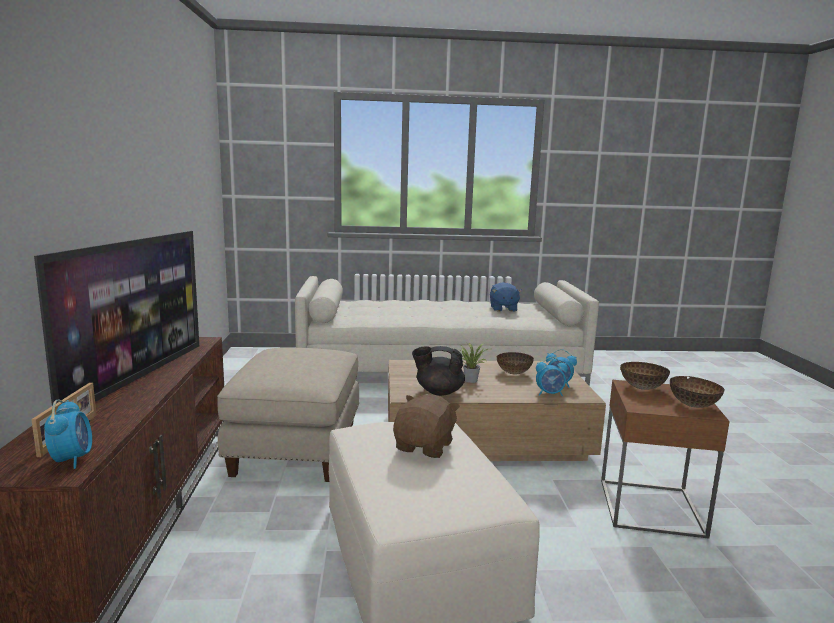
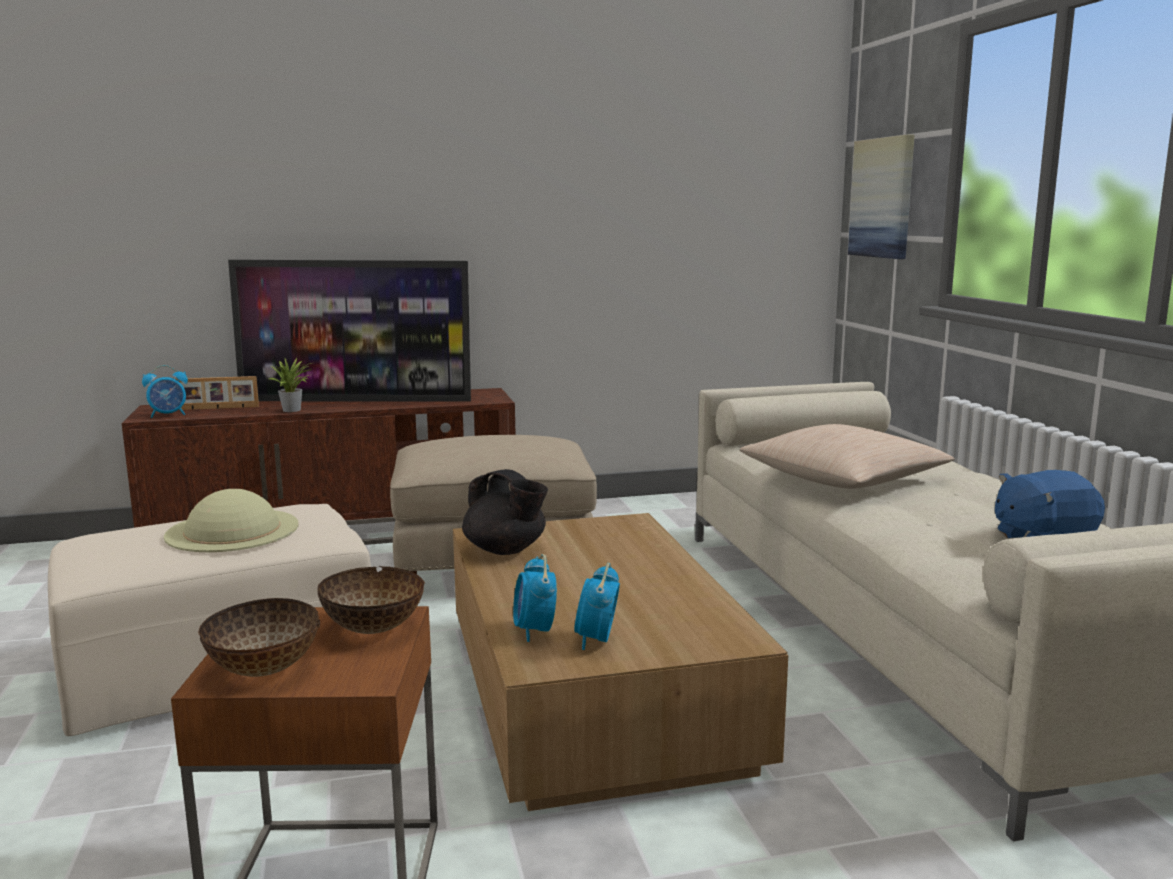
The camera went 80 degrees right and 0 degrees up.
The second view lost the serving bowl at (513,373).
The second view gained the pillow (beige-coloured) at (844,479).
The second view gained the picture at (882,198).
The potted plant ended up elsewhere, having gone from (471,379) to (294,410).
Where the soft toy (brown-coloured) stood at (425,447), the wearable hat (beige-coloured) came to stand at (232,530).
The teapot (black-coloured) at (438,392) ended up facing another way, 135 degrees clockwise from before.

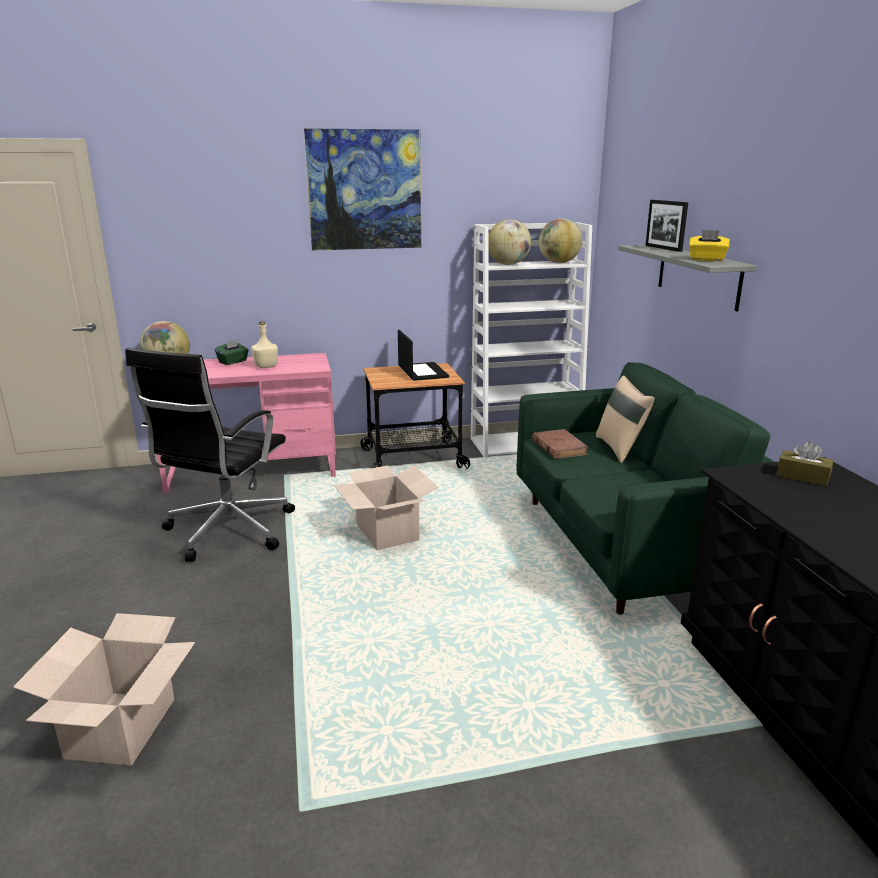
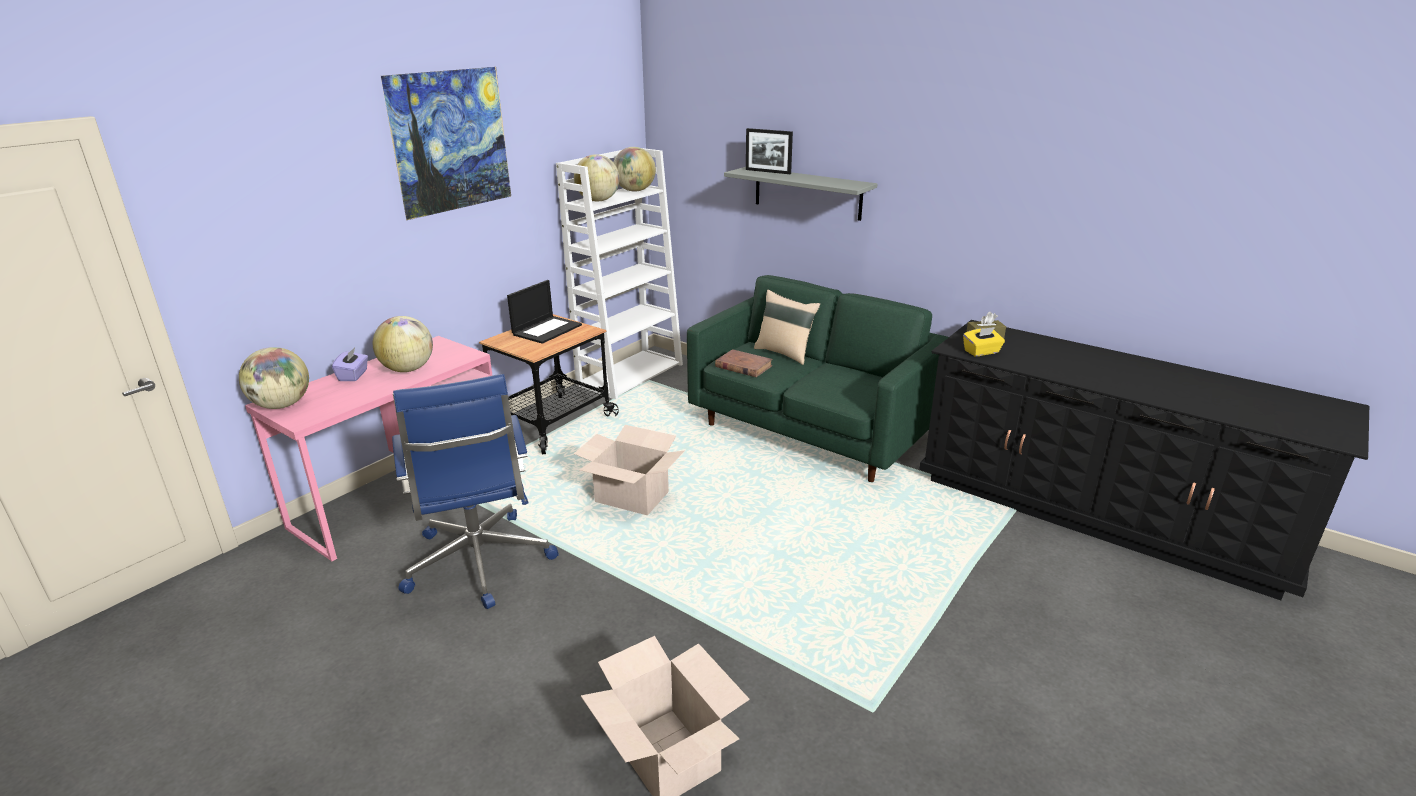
The camera went 40 degrees left and 5 degrees up.
The tissue box (yellow) ended up elsewhere, having gone from (706,259) to (981,352).
Where the drink bottle (beige-coloured) stood at (266,366), the globe came to stand at (408,369).
What was the desk chair (black-coloured) at (227,532) turned into the desk chair (blue) at (479,564).
What was the tissue box (green) at (233,362) turned into the tissue box (purplish) at (353,375).
The portable computer at (422,371) ended up facing another way, 90 degrees clockwise from before.

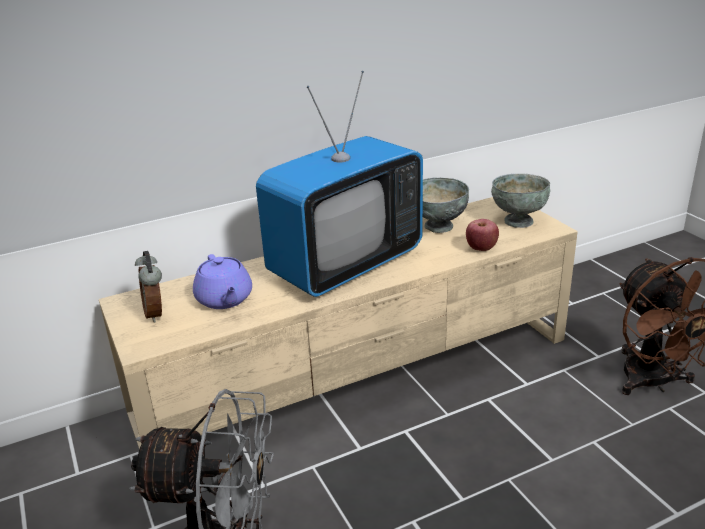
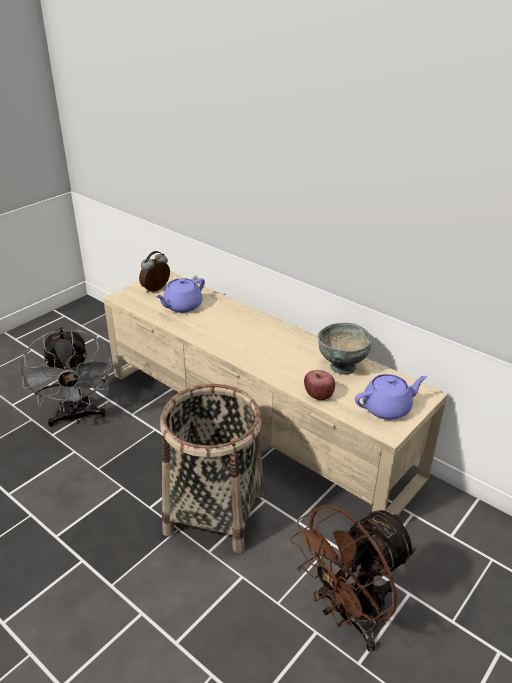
The camera went 65 degrees right and 5 degrees up.
The second view lost the TV set at (346,265).
The second view gained the basket at (215,512).
Where the serving bowl (grey) stood at (518,221), the teapot (purplish) came to stand at (387,408).

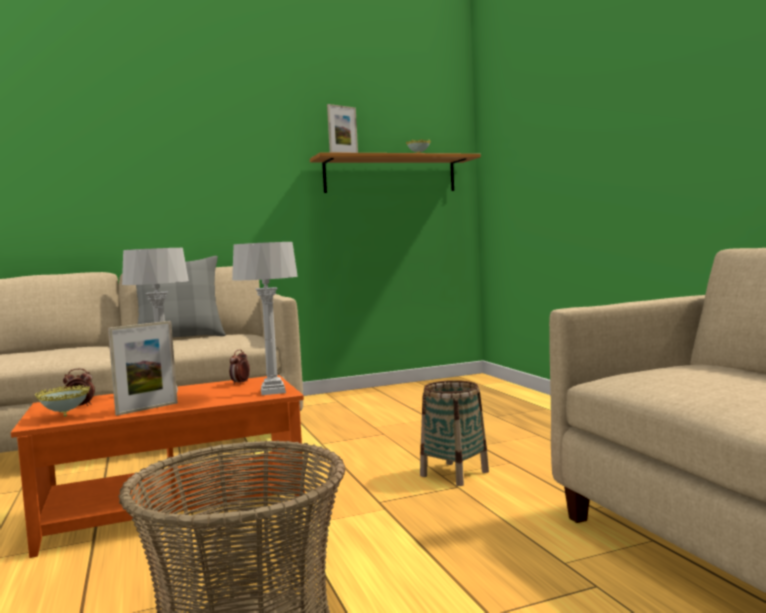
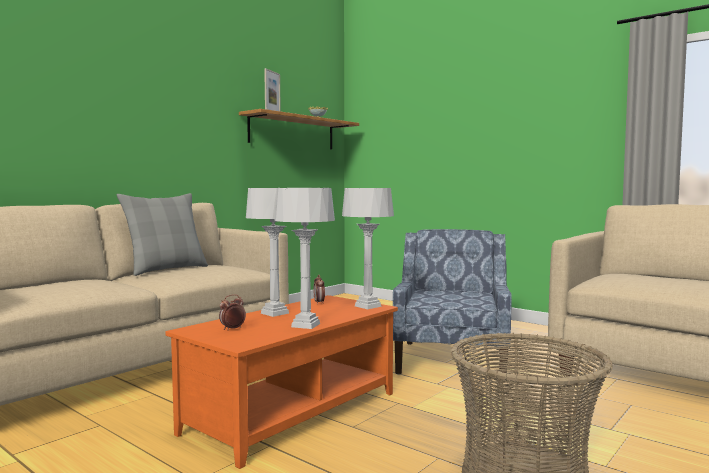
The camera went 30 degrees left and 0 degrees up.
The second view lost the serving bowl at (65,416).
Where the photo frame stood at (147,409), the tabletop lamp (grey) came to stand at (305,325).
Where the basket stood at (454,474), the armchair (blue) came to stand at (452,360).

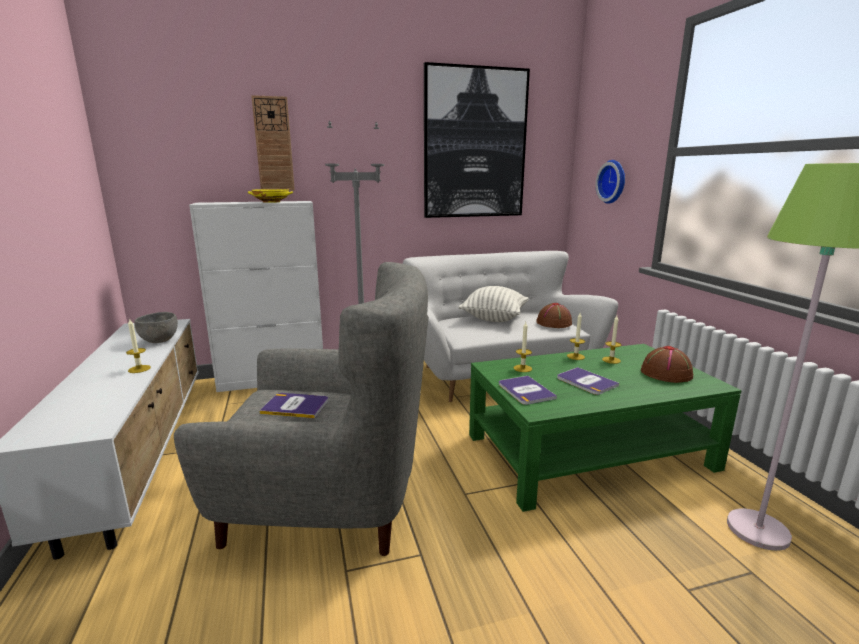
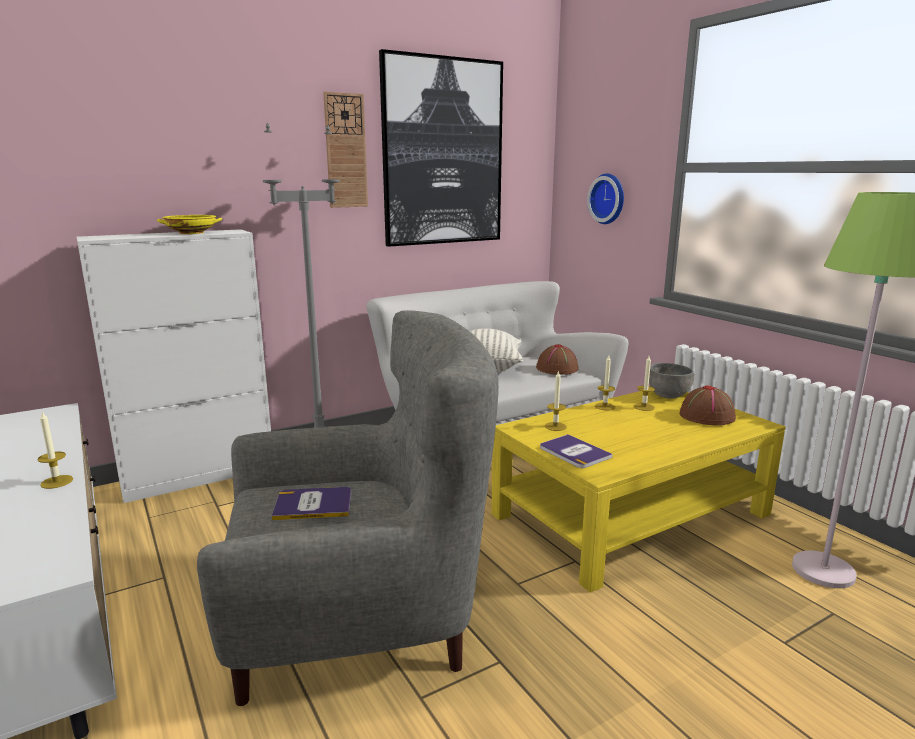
The camera went 15 degrees left and 0 degrees up.
The second view lost the bound book at (586,382).
The serving bowl (grey) ended up elsewhere, having gone from (159,341) to (667,396).
The wall clock ended up elsewhere, having gone from (273,144) to (346,151).
What was the lounge table (green) at (589,451) turned into the lounge table (yellow) at (631,514).

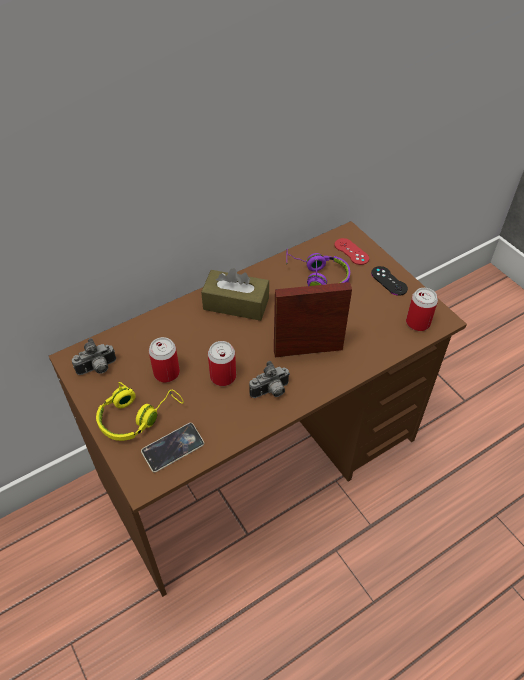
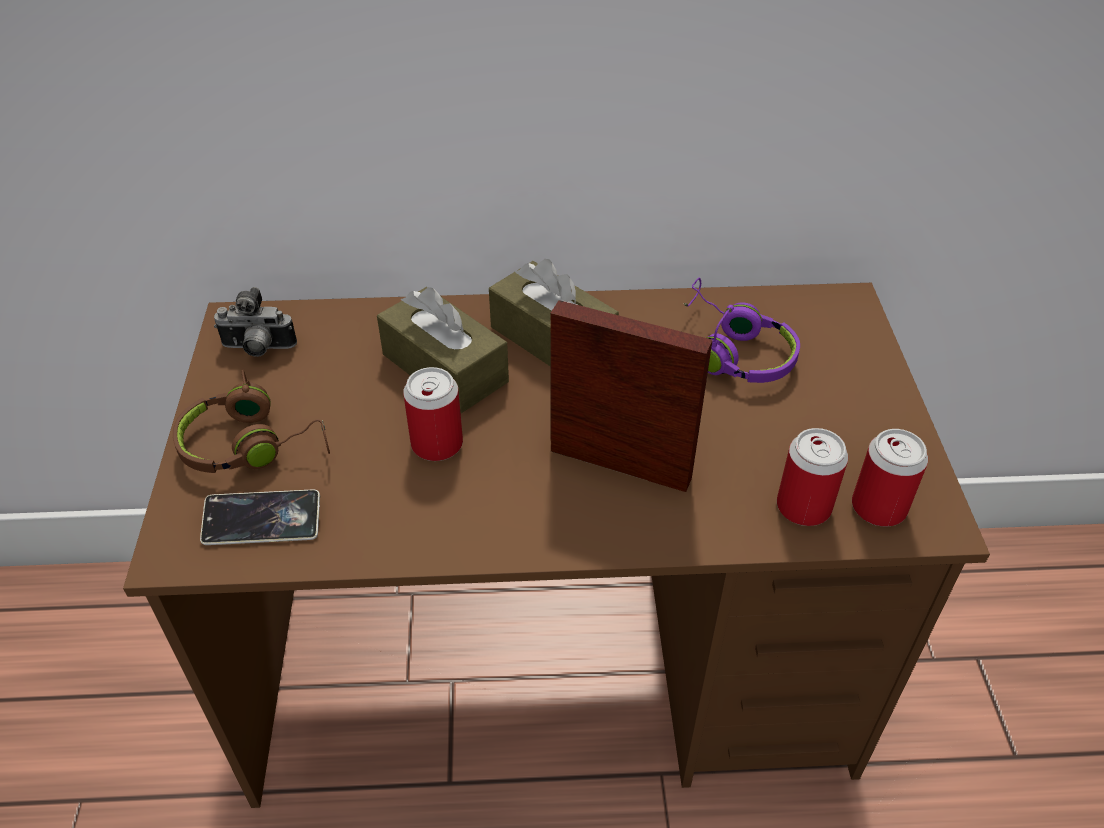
The camera went 30 degrees right and 5 degrees down.
The second view lost the photo camera at (271,392).
The second view lost the gamepad (red) at (351,252).
The second view lost the gamepad (black-coloured) at (389,281).
The second view gained the tissue box (brown-coloured) at (445,368).
The metal can ended up elsewhere, having gone from (166,373) to (803,507).
What was the headset (yellow) at (137,416) turned into the headset (brown-coloured) at (254,444).

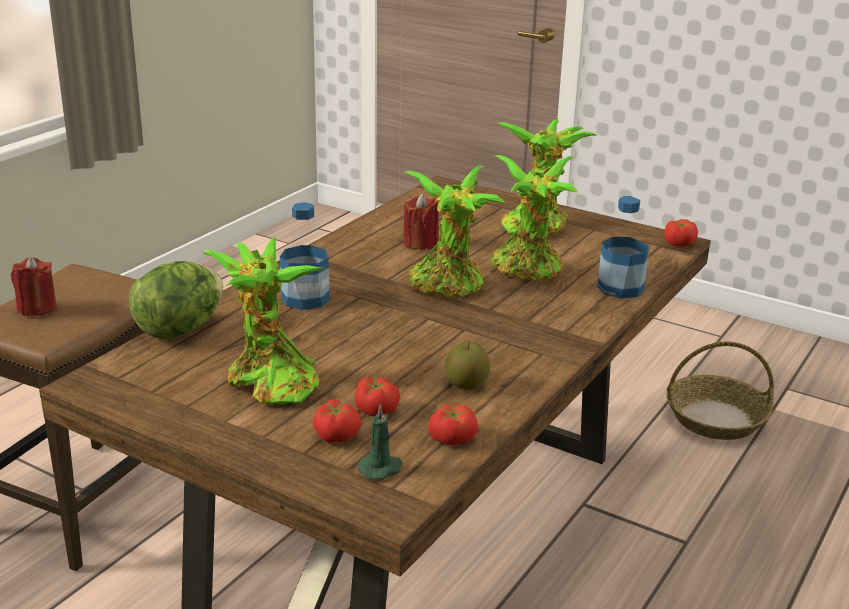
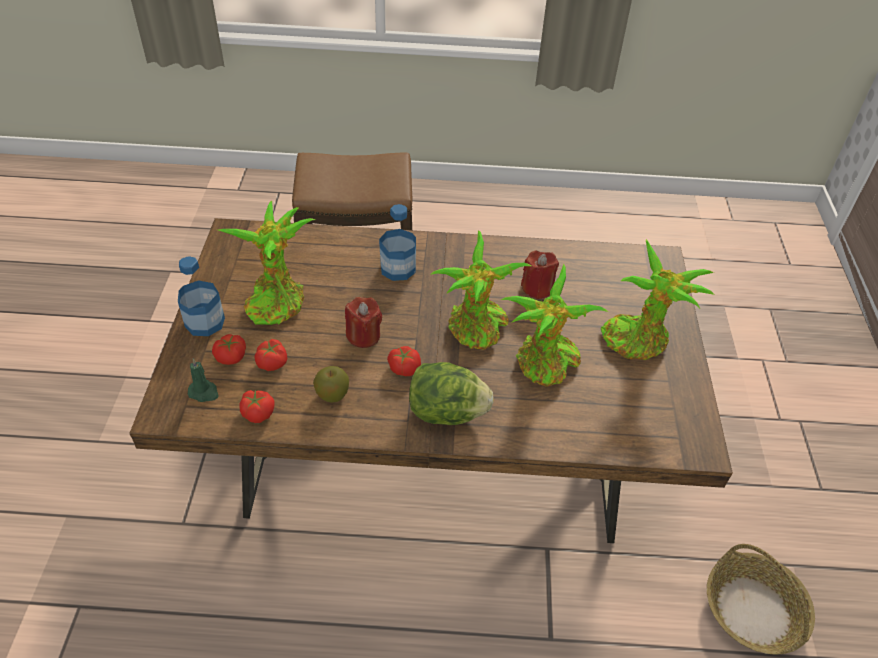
The camera went 60 degrees right and 20 degrees up.
The wax candle (red) ended up elsewhere, having gone from (37,308) to (363,336).
The lettuce ended up elsewhere, having gone from (180,329) to (446,412).
The drink bottle ended up elsewhere, having gone from (620,288) to (205,322).
The tomato ended up elsewhere, having gone from (678,243) to (404,368).

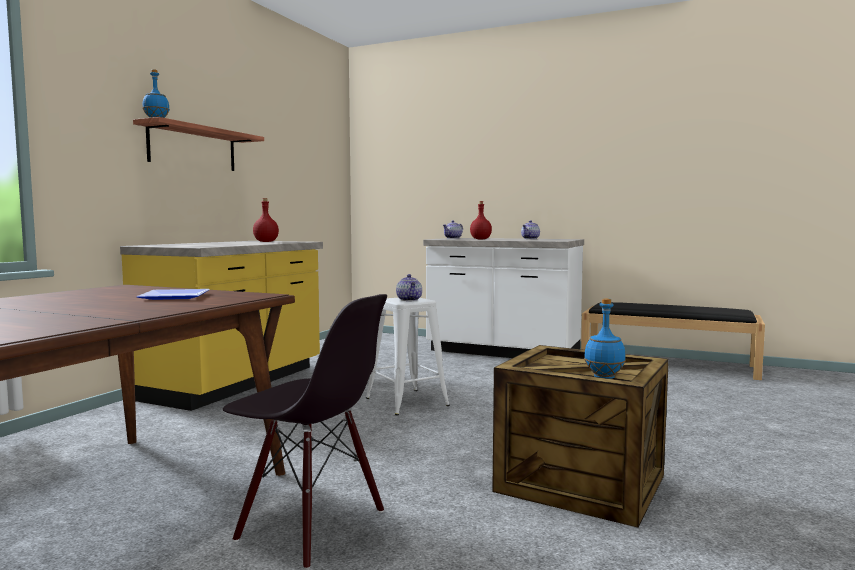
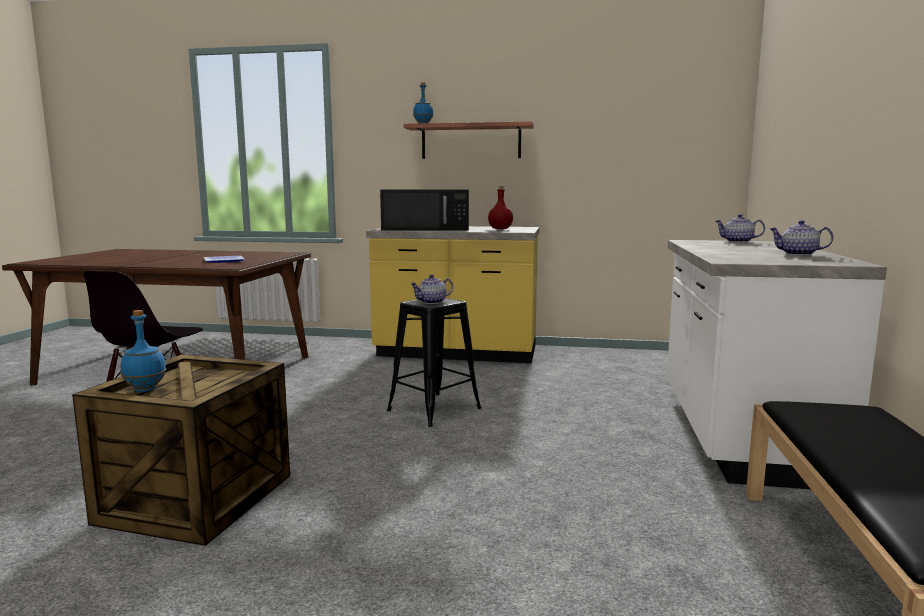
The camera went 75 degrees right and 5 degrees up.
The second view lost the drink bottle (red) at (480,239).
The second view gained the microwave (black-coloured) at (427,228).
What was the sitting stool (whitish) at (407,402) turned into the sitting stool (black-coloured) at (434,409).

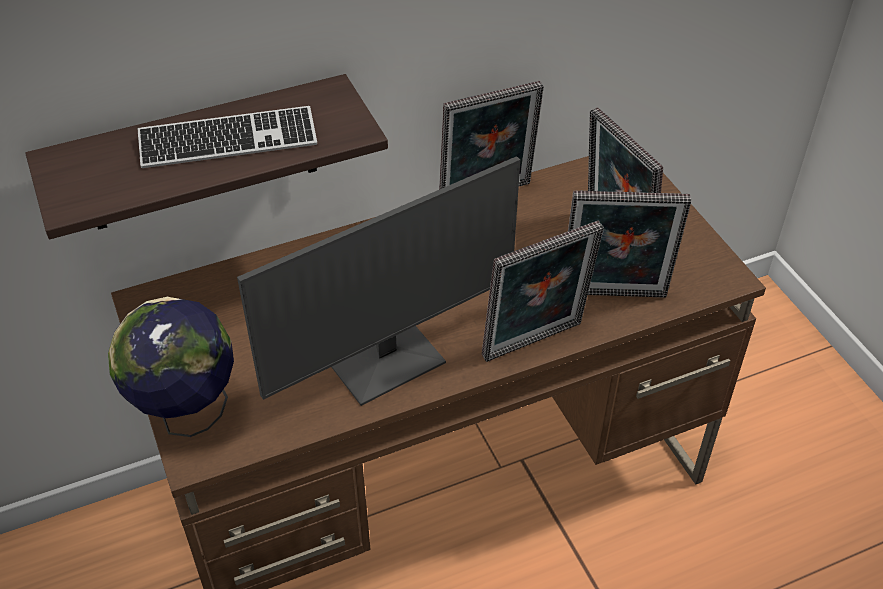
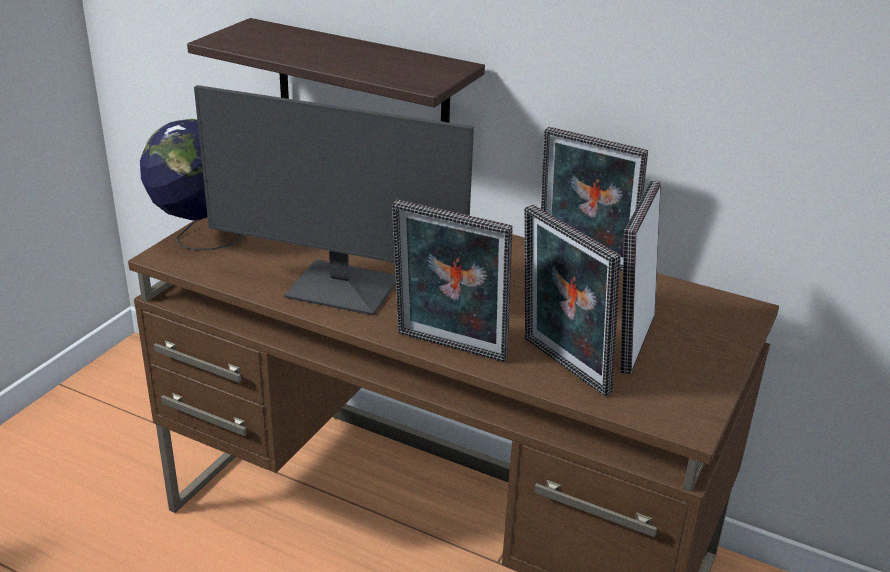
The camera went 50 degrees right and 15 degrees down.
The second view lost the PC keyboard at (228,141).

